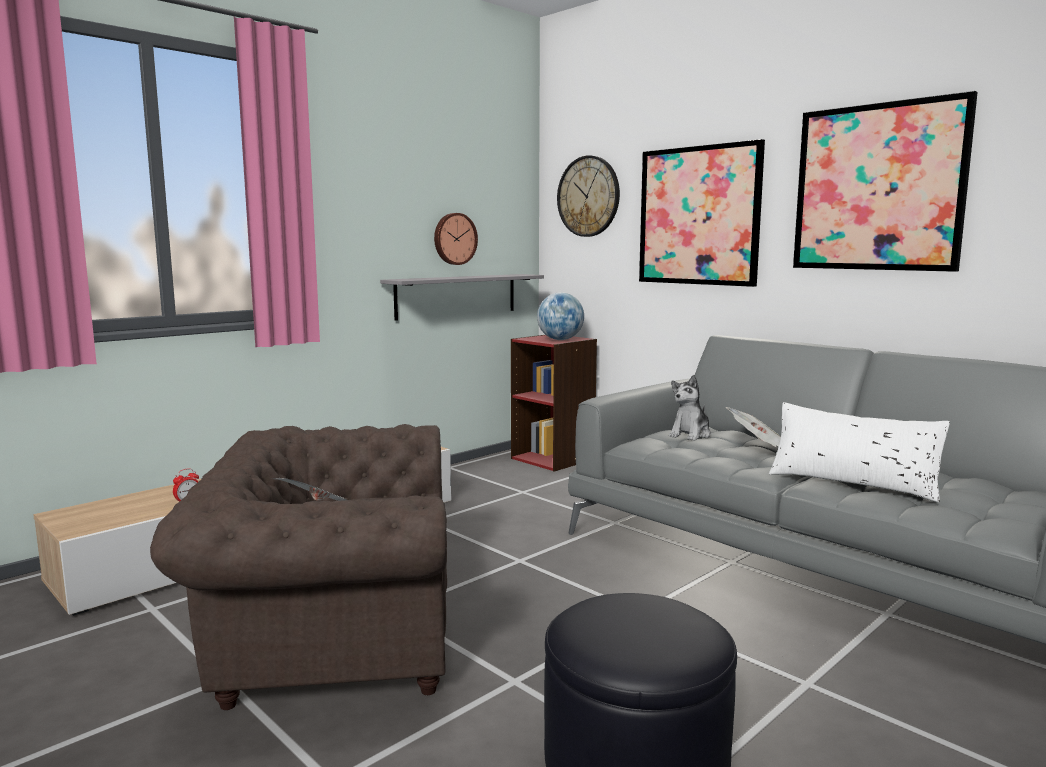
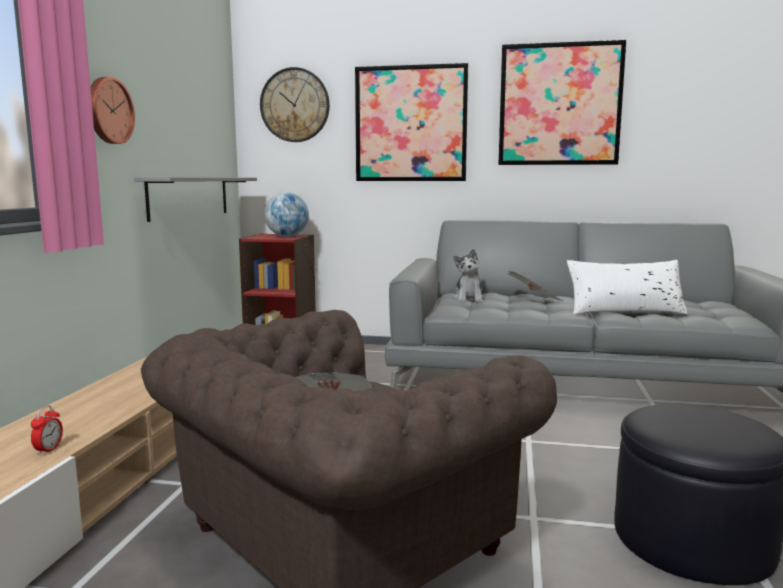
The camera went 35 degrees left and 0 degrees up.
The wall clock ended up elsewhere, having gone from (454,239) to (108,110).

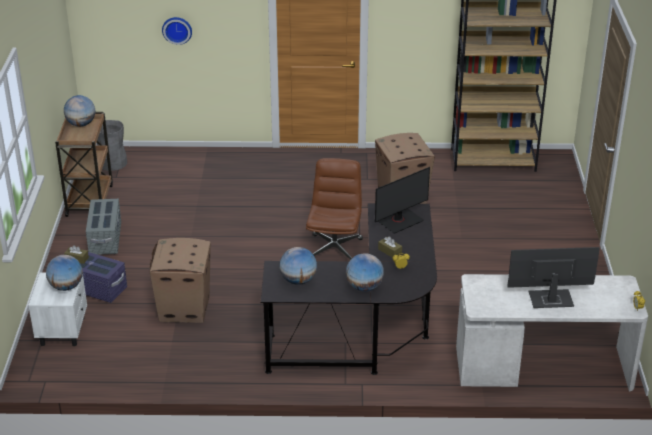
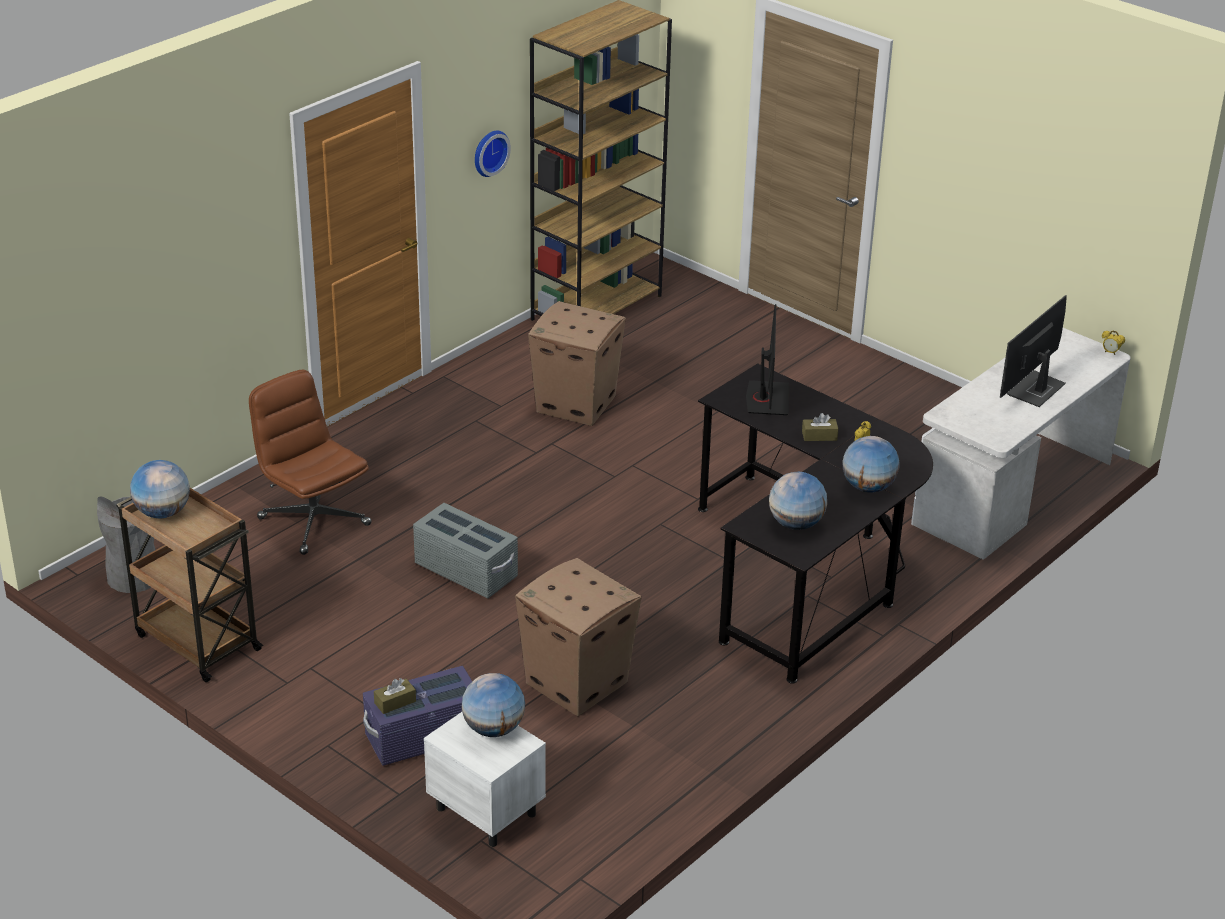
The camera went 50 degrees left and 0 degrees up.
The storage box (grey) ended up elsewhere, having gone from (105,239) to (466,571).
The wall clock ended up elsewhere, having gone from (177,29) to (488,152).
The desk chair (brown-coloured) ended up elsewhere, having gone from (334,250) to (313,521).

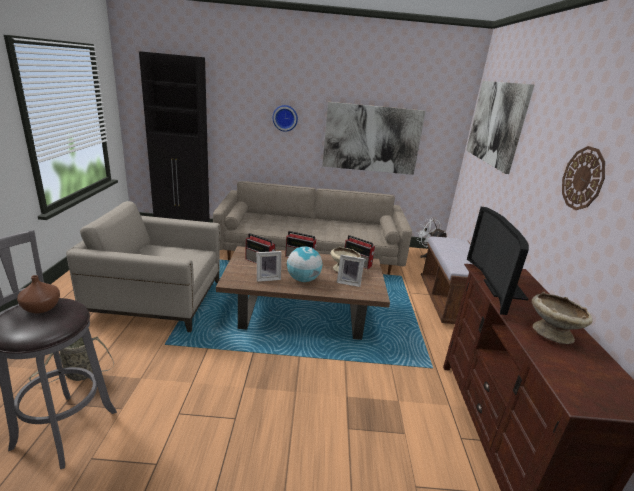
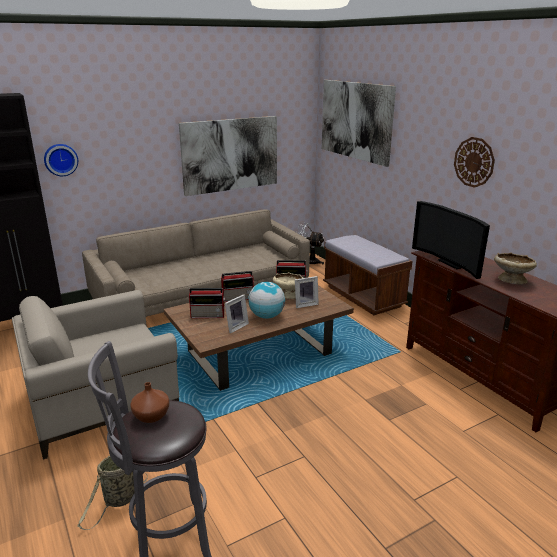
The camera went 30 degrees left and 0 degrees up.
The wall clock ended up elsewhere, having gone from (285,118) to (60,159).

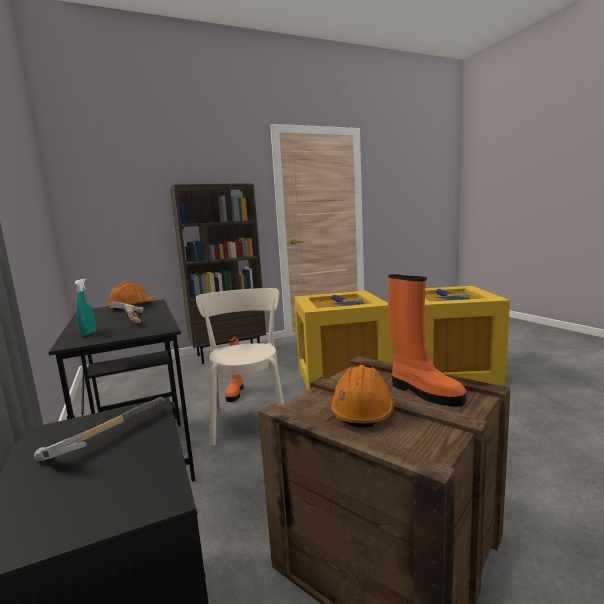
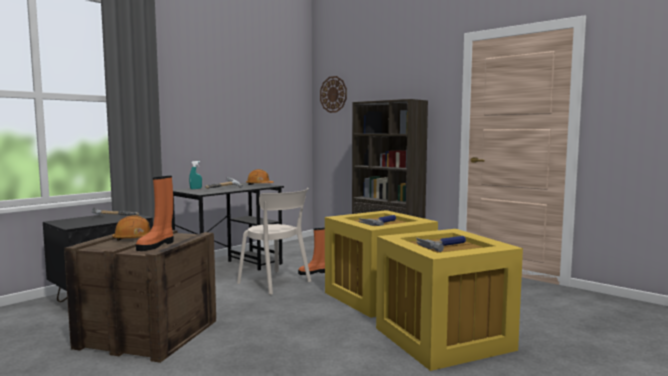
The camera went 65 degrees right and 5 degrees down.
The second view gained the wall clock at (333,94).
The upright chair (beige-coloured) at (249,419) ended up facing another way, 75 degrees clockwise from before.

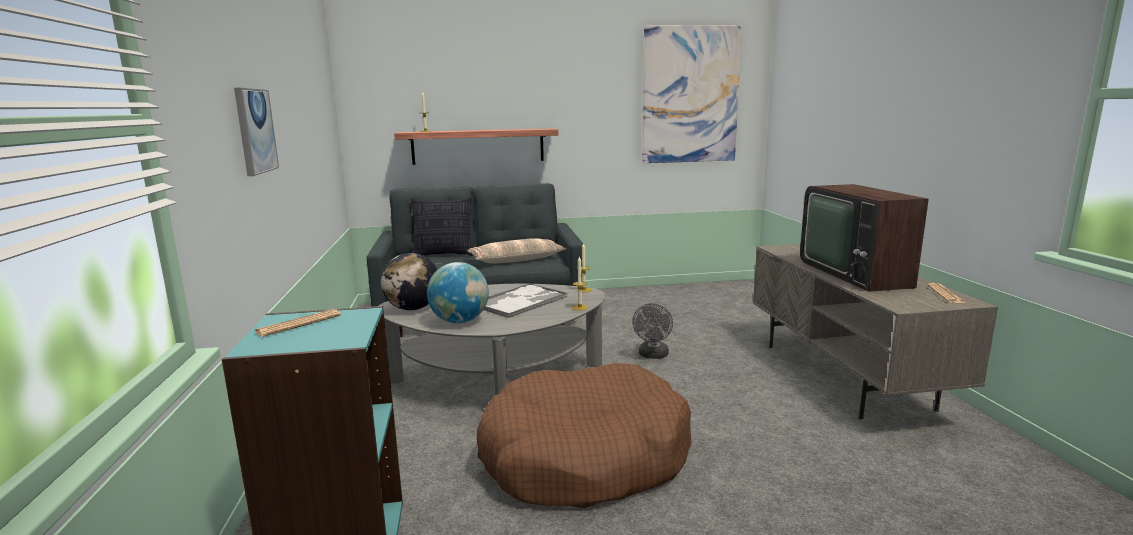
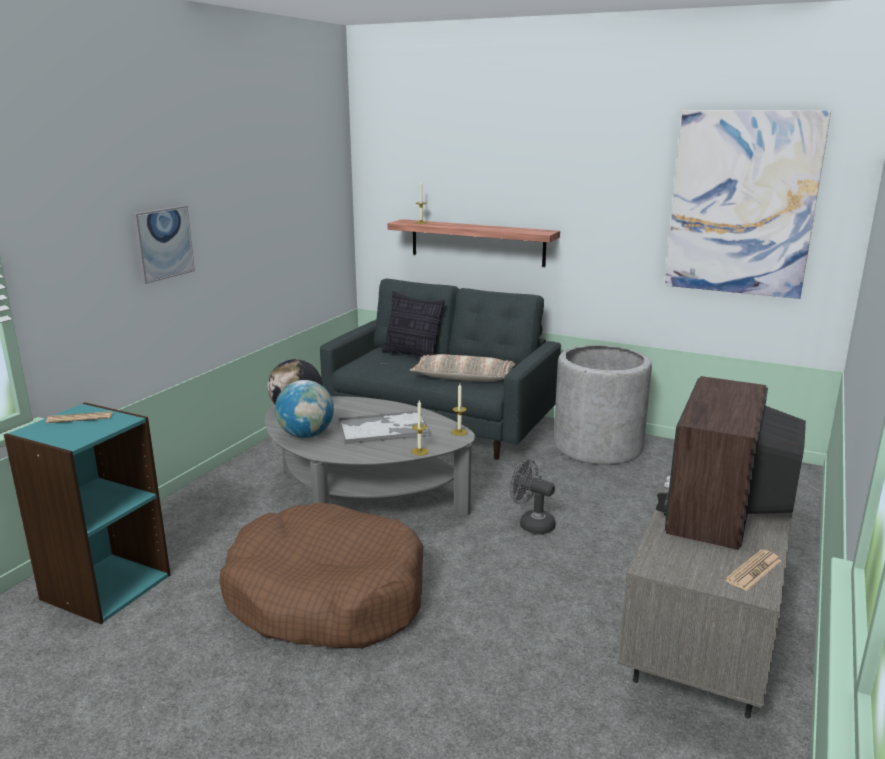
The camera went 35 degrees right and 5 degrees up.
The second view gained the plant pot (grey) at (598,446).
The cooling fan (grey) at (653,356) ended up facing another way, 75 degrees clockwise from before.

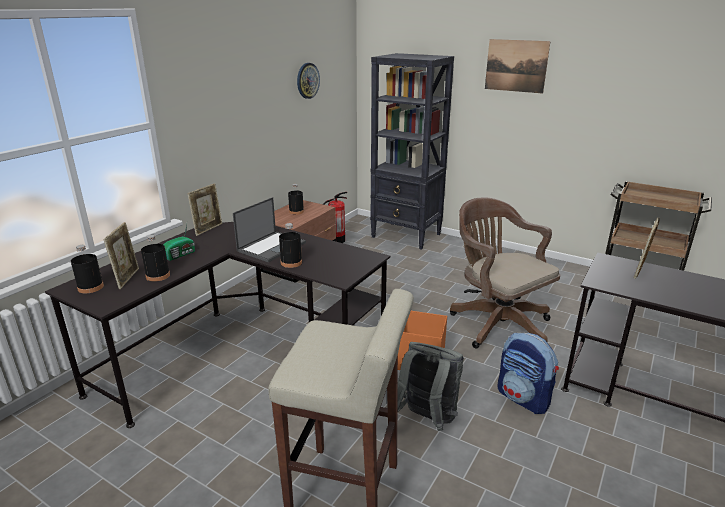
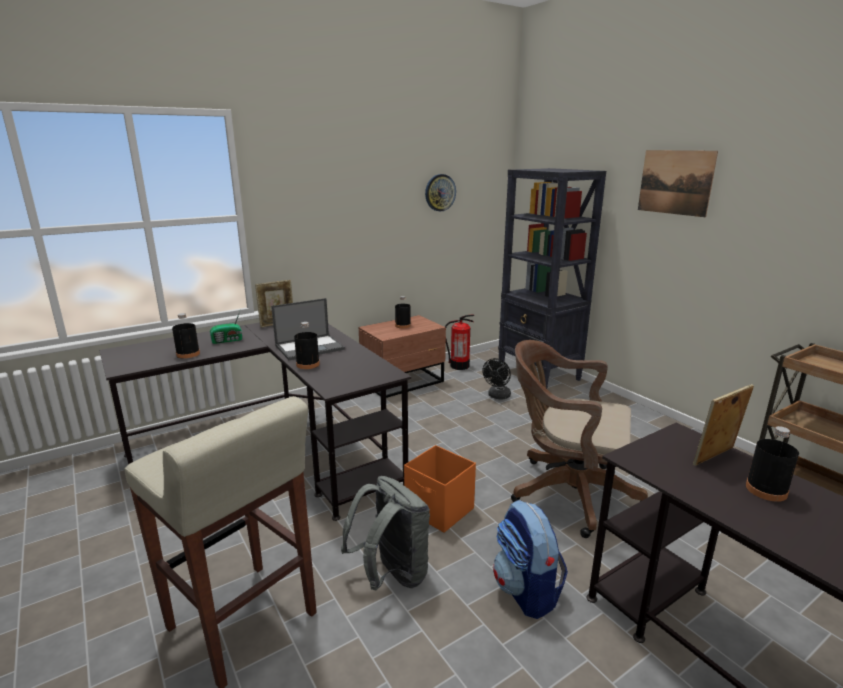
The camera went 25 degrees right and 5 degrees down.
The second view lost the photo frame at (127,278).
The second view gained the cooling fan (black-coloured) at (497,396).
The drink bottle (black-coloured) ended up elsewhere, having gone from (90,287) to (766,490).
The desk chair (brown-coloured) at (496,323) ended up facing another way, 60 degrees counterclockwise from before.

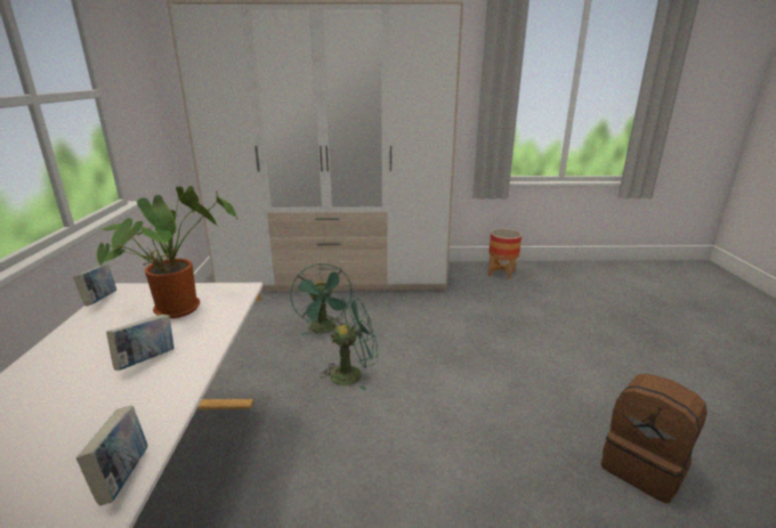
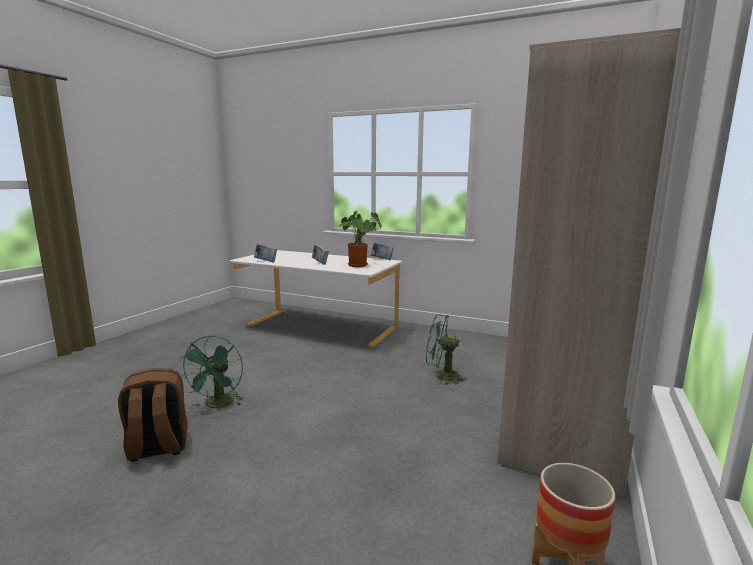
The camera went 115 degrees right and 10 degrees down.
The cooling fan (green) ended up elsewhere, having gone from (353,373) to (218,405).

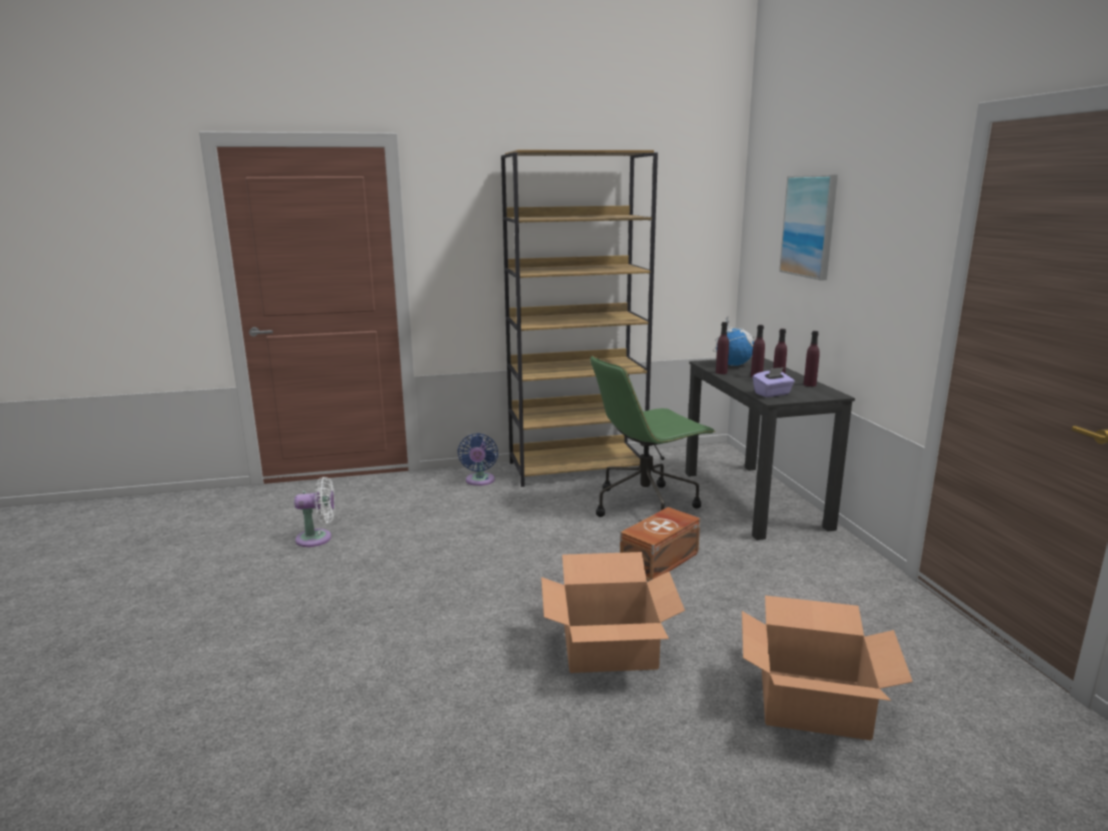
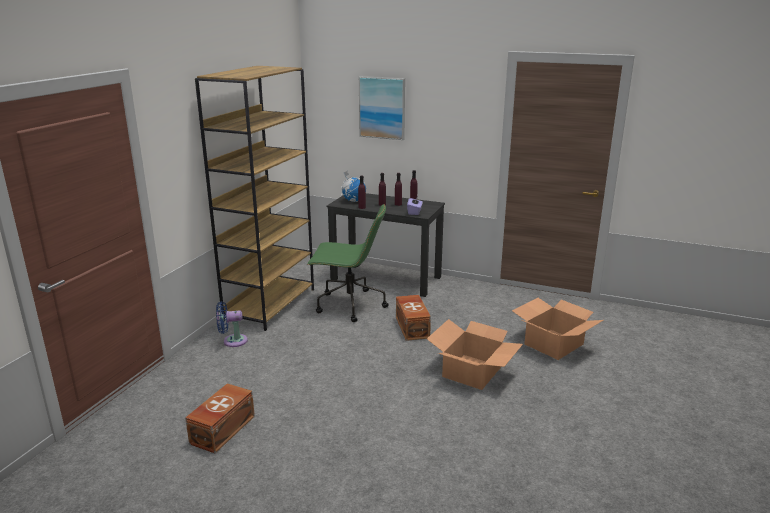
The camera went 55 degrees left and 5 degrees up.
Where the cooling fan (whitish) stood at (318,538), the storage box (brown-coloured) came to stand at (221,430).
The cooling fan (blue) at (479,481) ended up facing another way, 135 degrees clockwise from before.
The desk chair (green) at (646,504) ended up facing another way, 90 degrees counterclockwise from before.

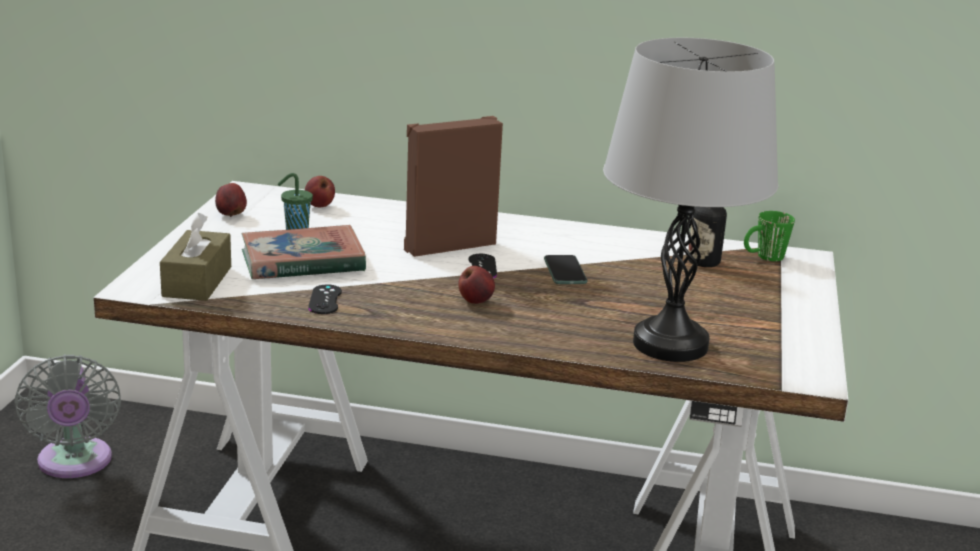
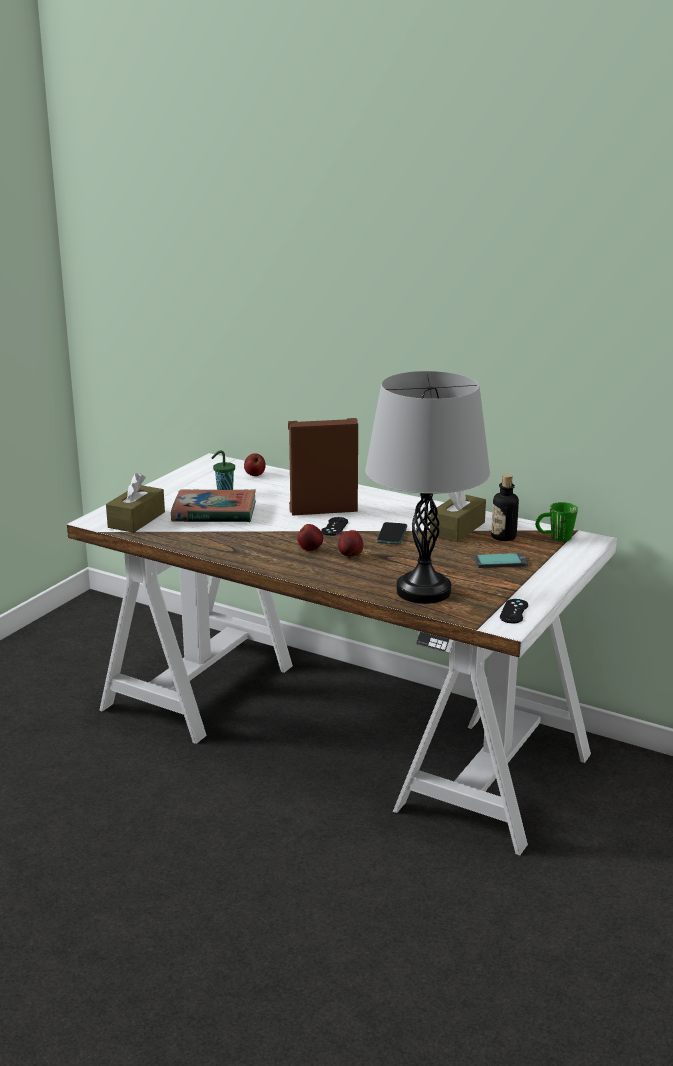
The camera went 20 degrees right and 0 degrees up.
The second view lost the cooling fan (grey) at (74,463).
The second view gained the tissue box (brown-coloured) at (457,529).
The second view gained the telephone at (500,562).
The apple fruit ended up elsewhere, having gone from (231,215) to (350,556).
The gamepad (black-coloured) ended up elsewhere, having gone from (325,300) to (514,611).

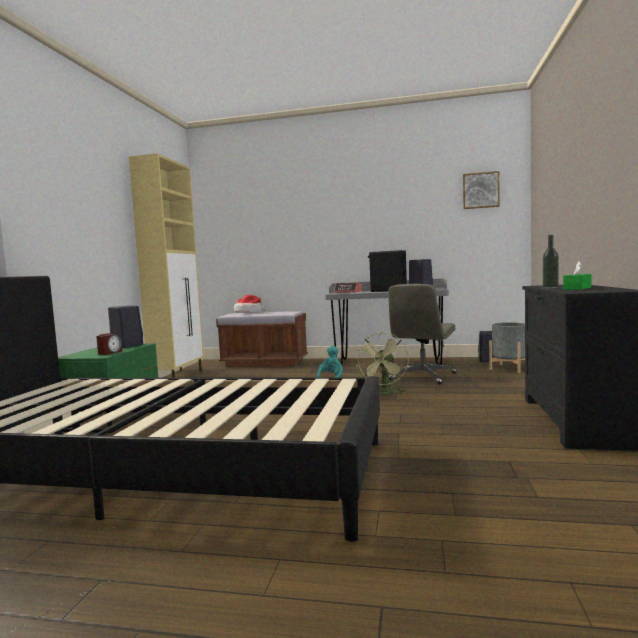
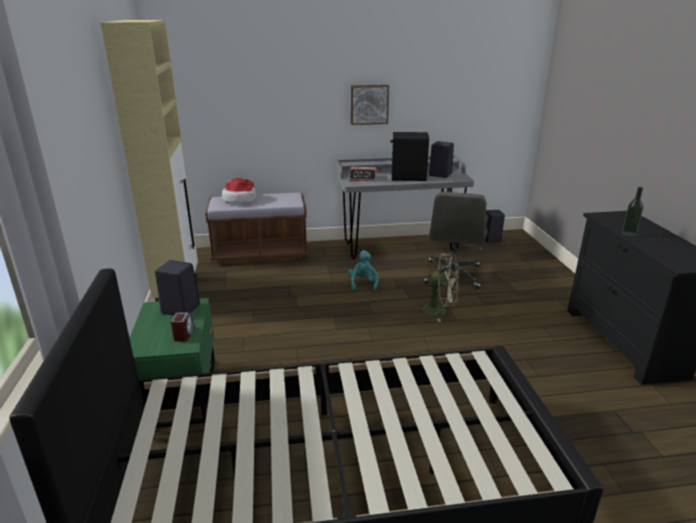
The camera went 20 degrees left and 20 degrees up.
The second view lost the plant pot (grey) at (509,368).
The second view lost the tissue box (green) at (577,288).
The picture ended up elsewhere, having gone from (480,190) to (369,104).
The cooling fan (green) at (385,394) ended up facing another way, 75 degrees counterclockwise from before.

